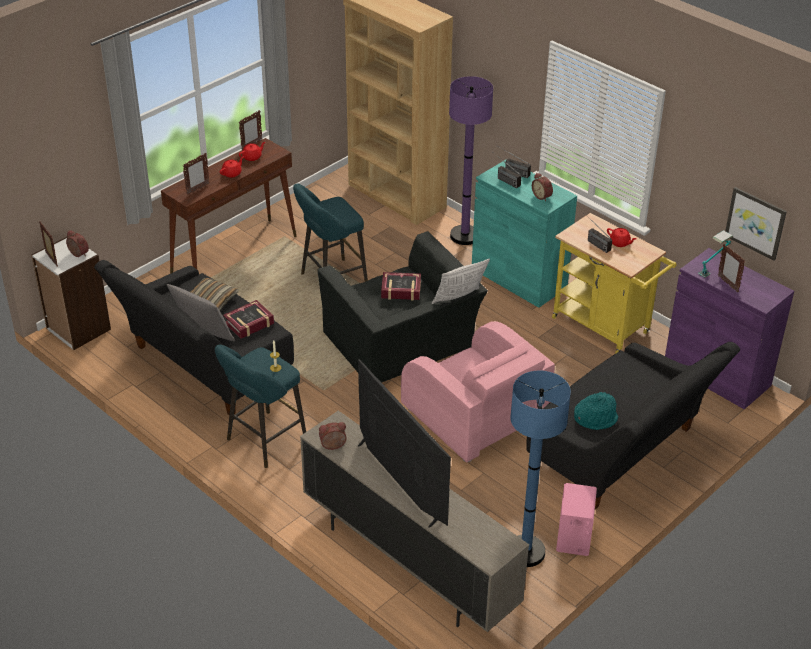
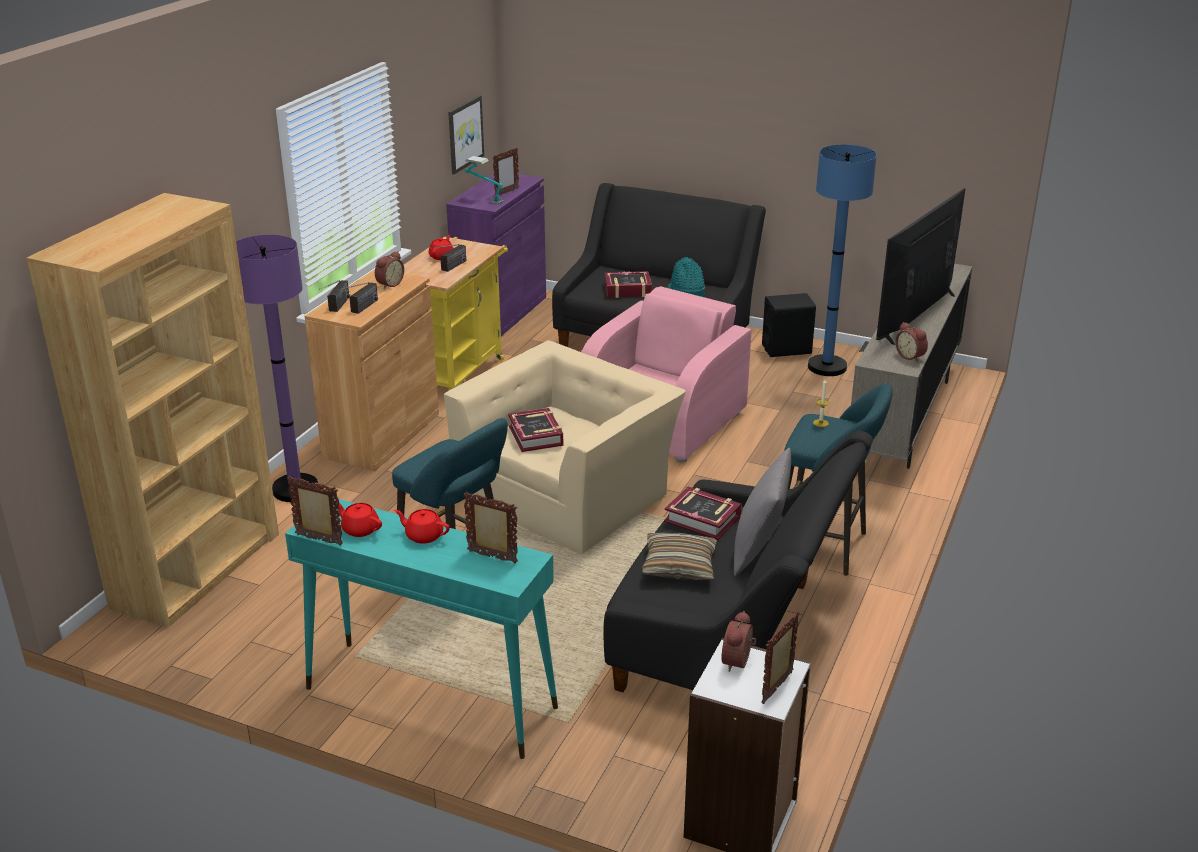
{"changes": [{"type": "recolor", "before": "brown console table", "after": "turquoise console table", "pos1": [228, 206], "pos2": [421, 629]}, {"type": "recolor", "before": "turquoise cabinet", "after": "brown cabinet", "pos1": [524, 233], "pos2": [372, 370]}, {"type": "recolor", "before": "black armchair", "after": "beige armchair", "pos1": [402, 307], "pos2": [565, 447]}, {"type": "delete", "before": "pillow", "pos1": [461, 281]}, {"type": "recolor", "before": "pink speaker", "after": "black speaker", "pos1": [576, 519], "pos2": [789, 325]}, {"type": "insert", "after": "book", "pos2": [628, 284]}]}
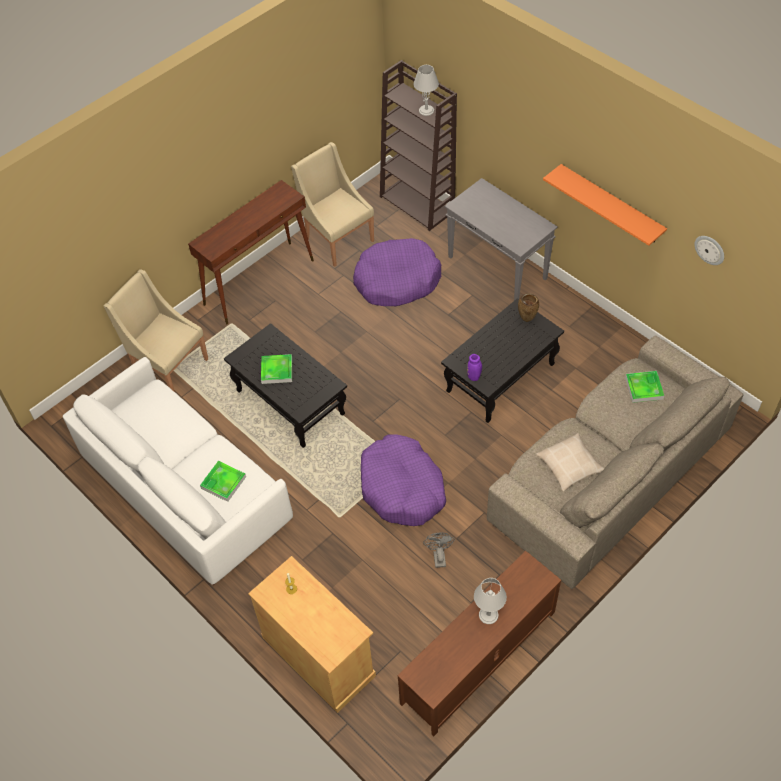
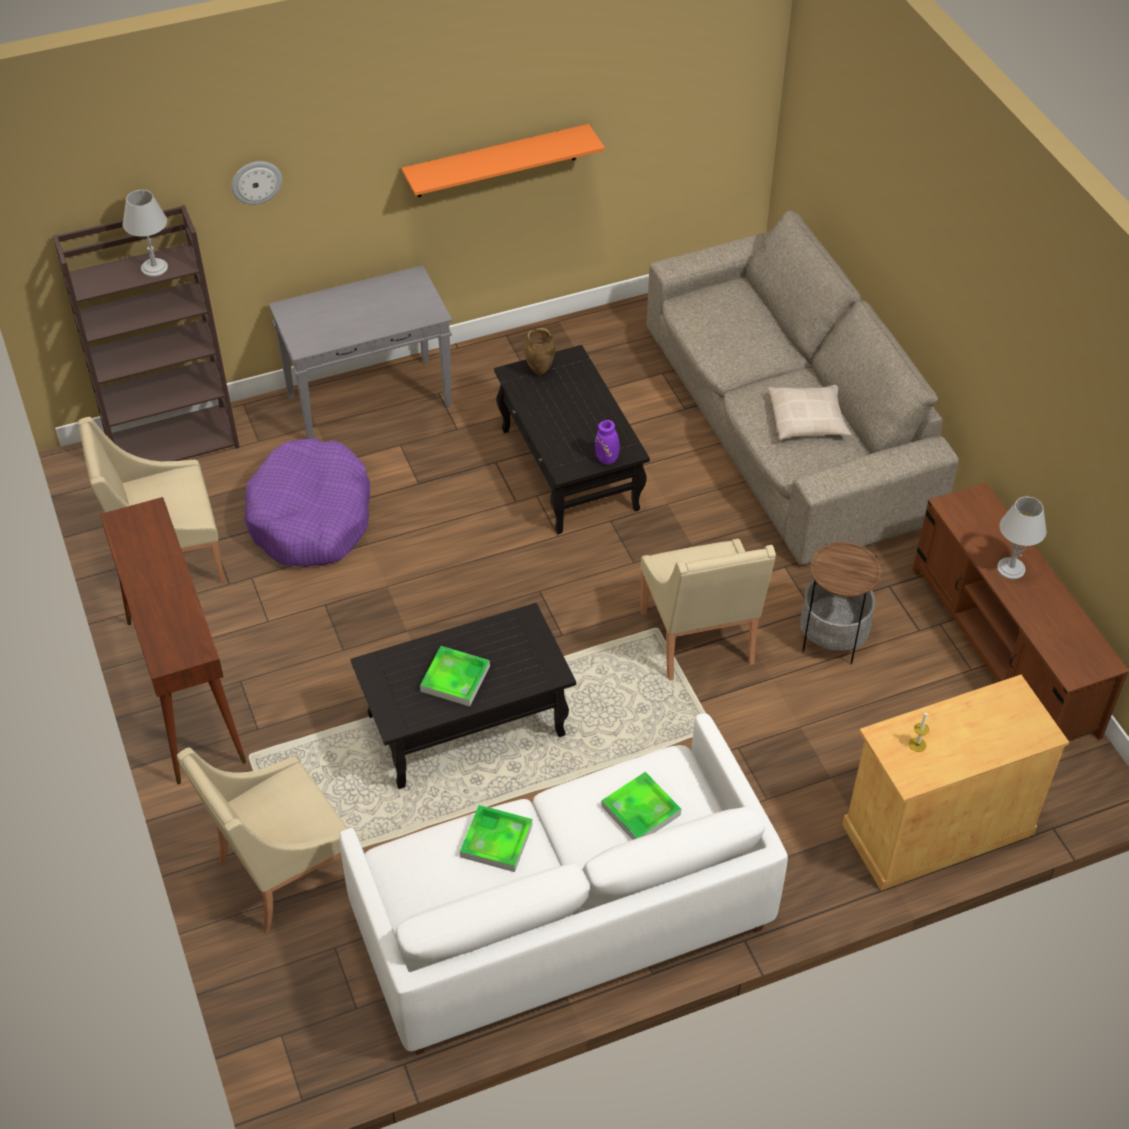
{"changes": [{"type": "move", "before": "wall clock", "pos1": [709, 250], "pos2": [257, 183]}, {"type": "move", "before": "tray", "pos1": [644, 387], "pos2": [496, 838]}, {"type": "replace", "before": "purple dog bed", "after": "beige armchair", "pos1": [403, 480], "pos2": [708, 609]}, {"type": "replace", "before": "grey fan", "after": "side table", "pos1": [439, 550], "pos2": [840, 603]}]}
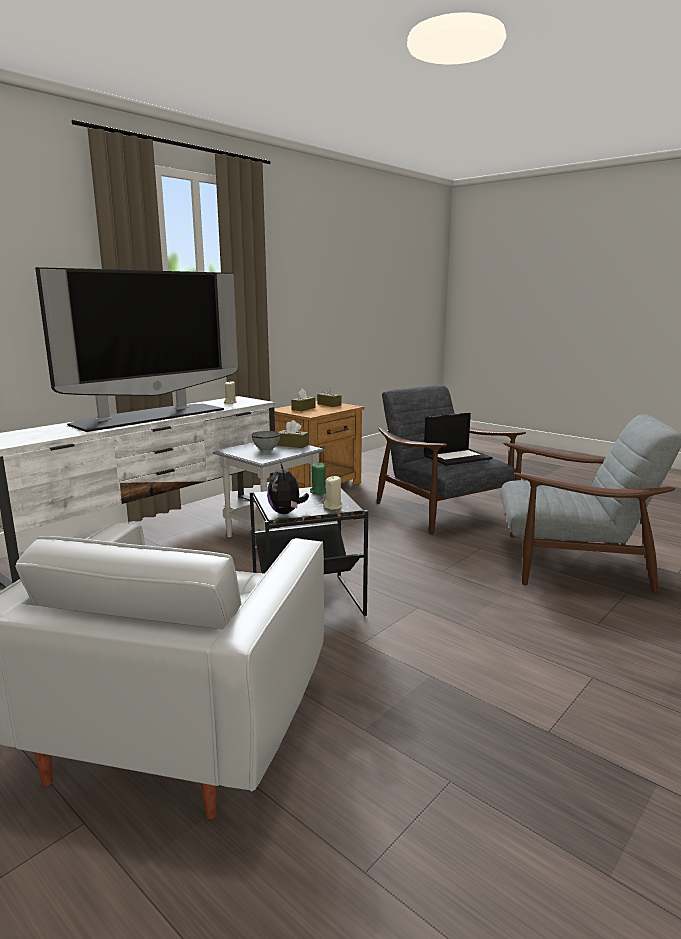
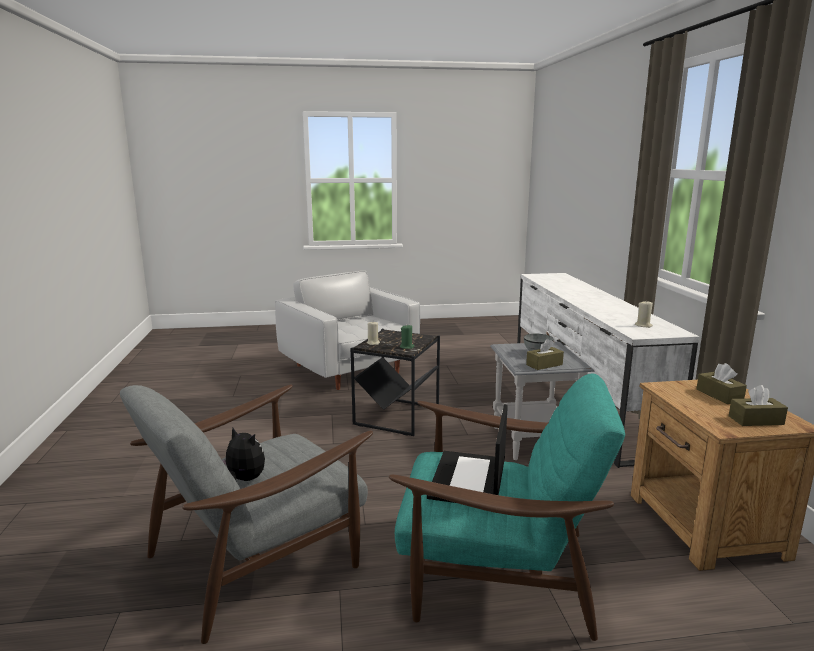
{"changes": [{"type": "delete", "before": "television", "pos1": [136, 349]}, {"type": "recolor", "before": "grey armchair", "after": "turquoise armchair", "pos1": [451, 459], "pos2": [507, 507]}, {"type": "move", "before": "plush toy", "pos1": [288, 488], "pos2": [243, 454]}]}
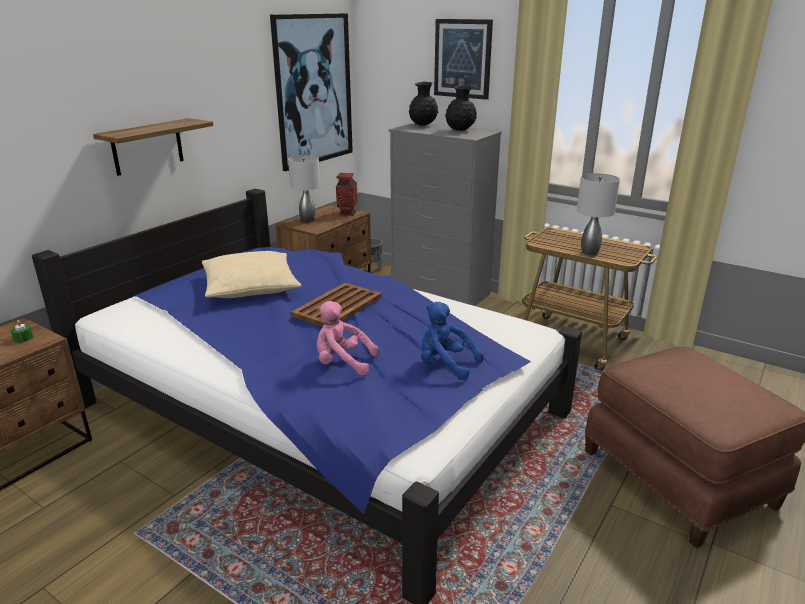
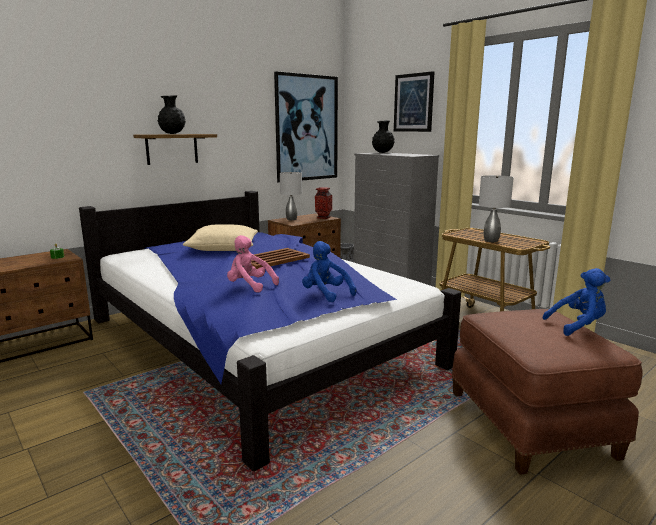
{"changes": [{"type": "move", "before": "black vase", "pos1": [461, 108], "pos2": [172, 114]}, {"type": "insert", "after": "blue plush toy", "pos2": [576, 302]}]}
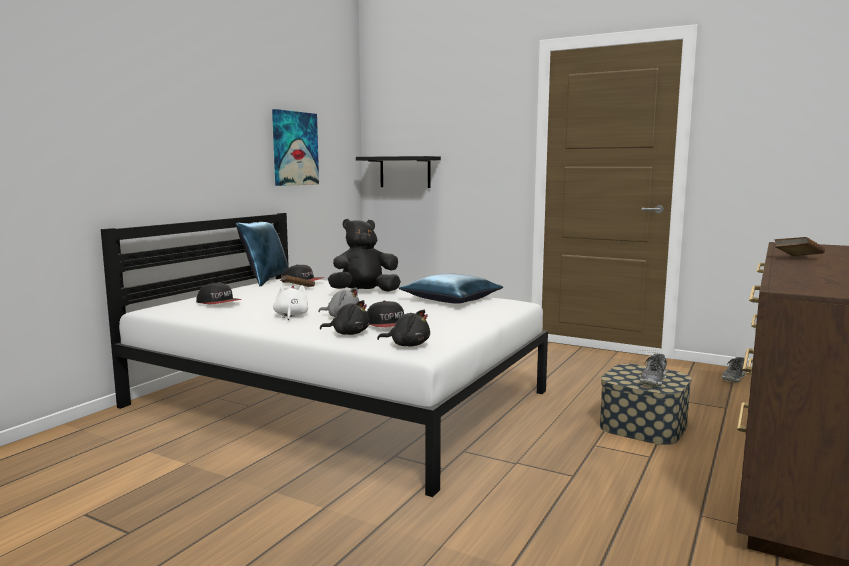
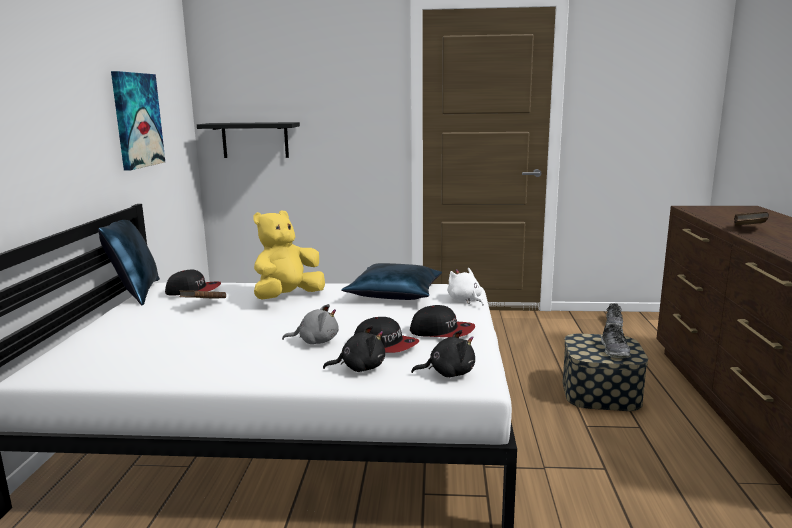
{"changes": [{"type": "recolor", "before": "black plush toy", "after": "yellow plush toy", "pos1": [364, 255], "pos2": [289, 255]}, {"type": "move", "before": "cap", "pos1": [219, 293], "pos2": [442, 321]}, {"type": "move", "before": "white plush toy", "pos1": [290, 302], "pos2": [465, 287]}]}
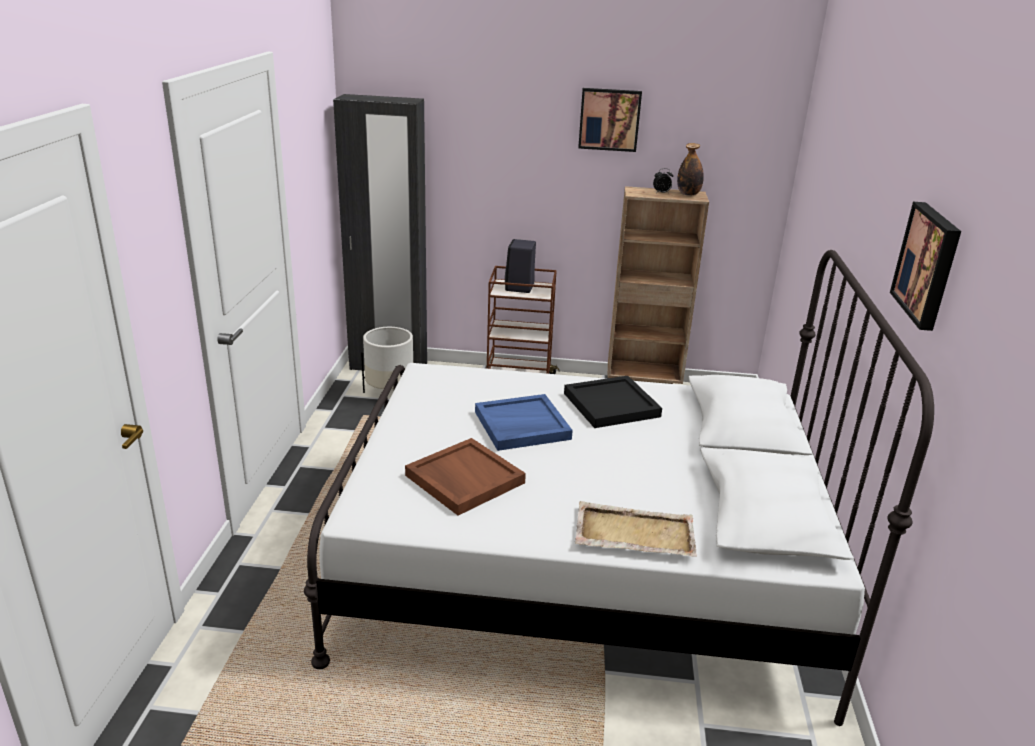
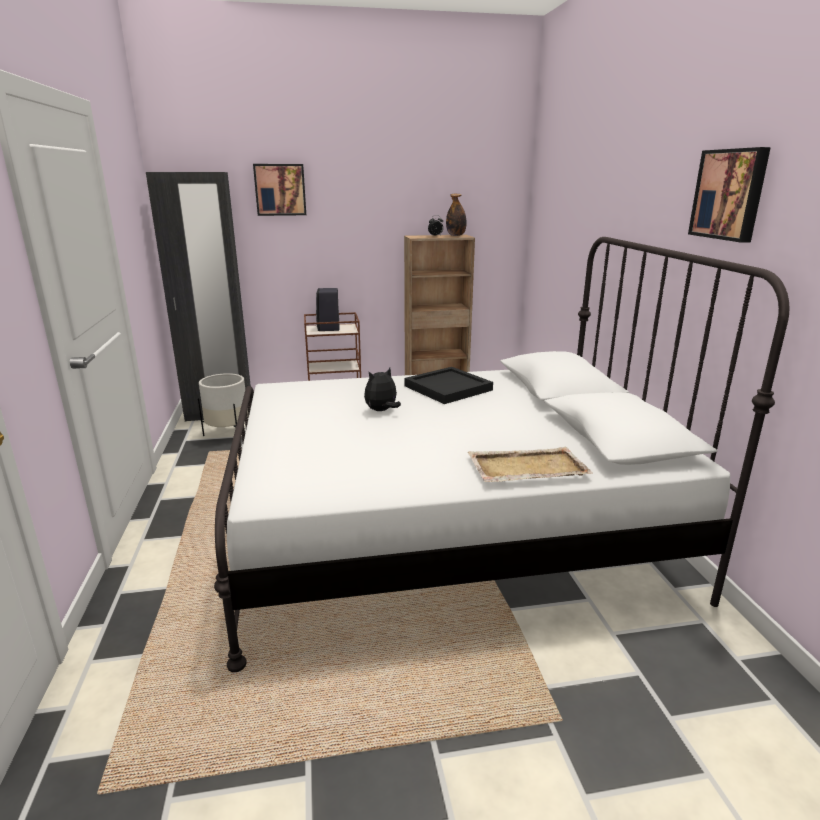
{"changes": [{"type": "move", "before": "picture", "pos1": [610, 120], "pos2": [279, 190]}, {"type": "replace", "before": "blue tray", "after": "plush toy", "pos1": [524, 422], "pos2": [382, 389]}, {"type": "delete", "before": "brown tray", "pos1": [465, 476]}]}
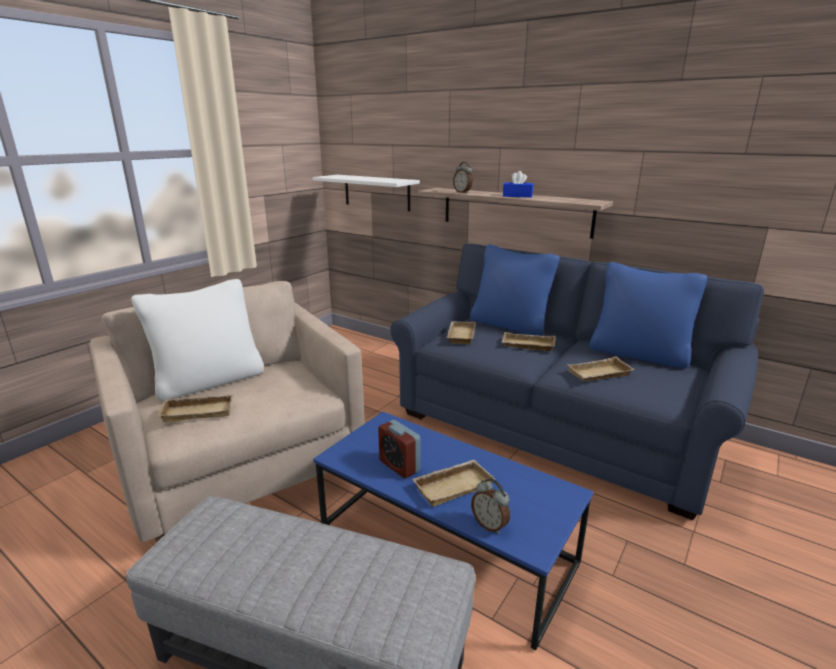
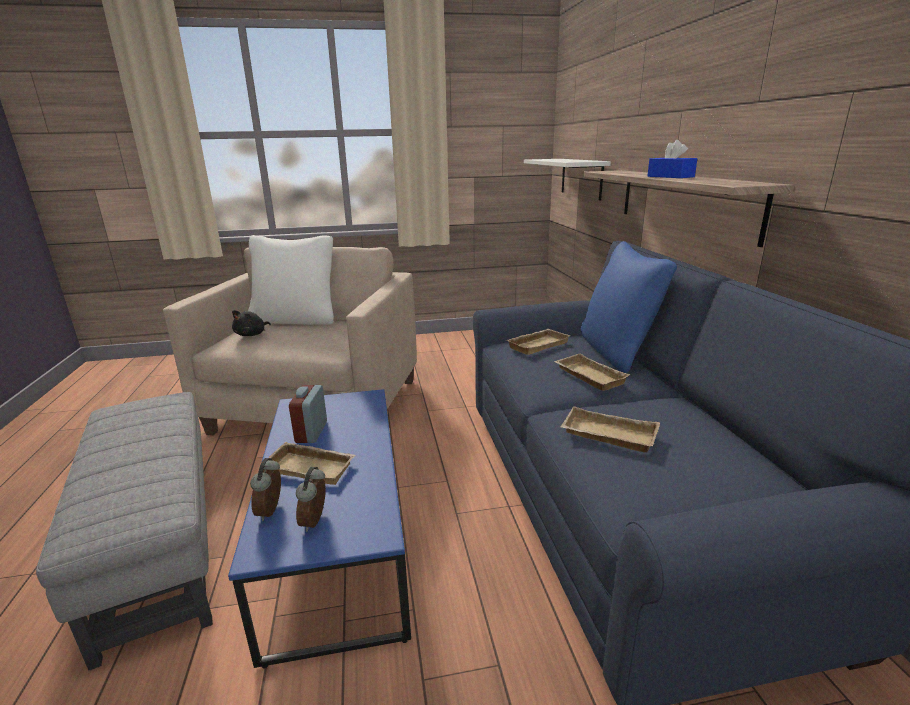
{"changes": [{"type": "move", "before": "alarm clock", "pos1": [463, 177], "pos2": [311, 499]}, {"type": "delete", "before": "blue pillow", "pos1": [648, 315]}, {"type": "replace", "before": "beige tray", "after": "black plush toy", "pos1": [195, 408], "pos2": [251, 323]}]}
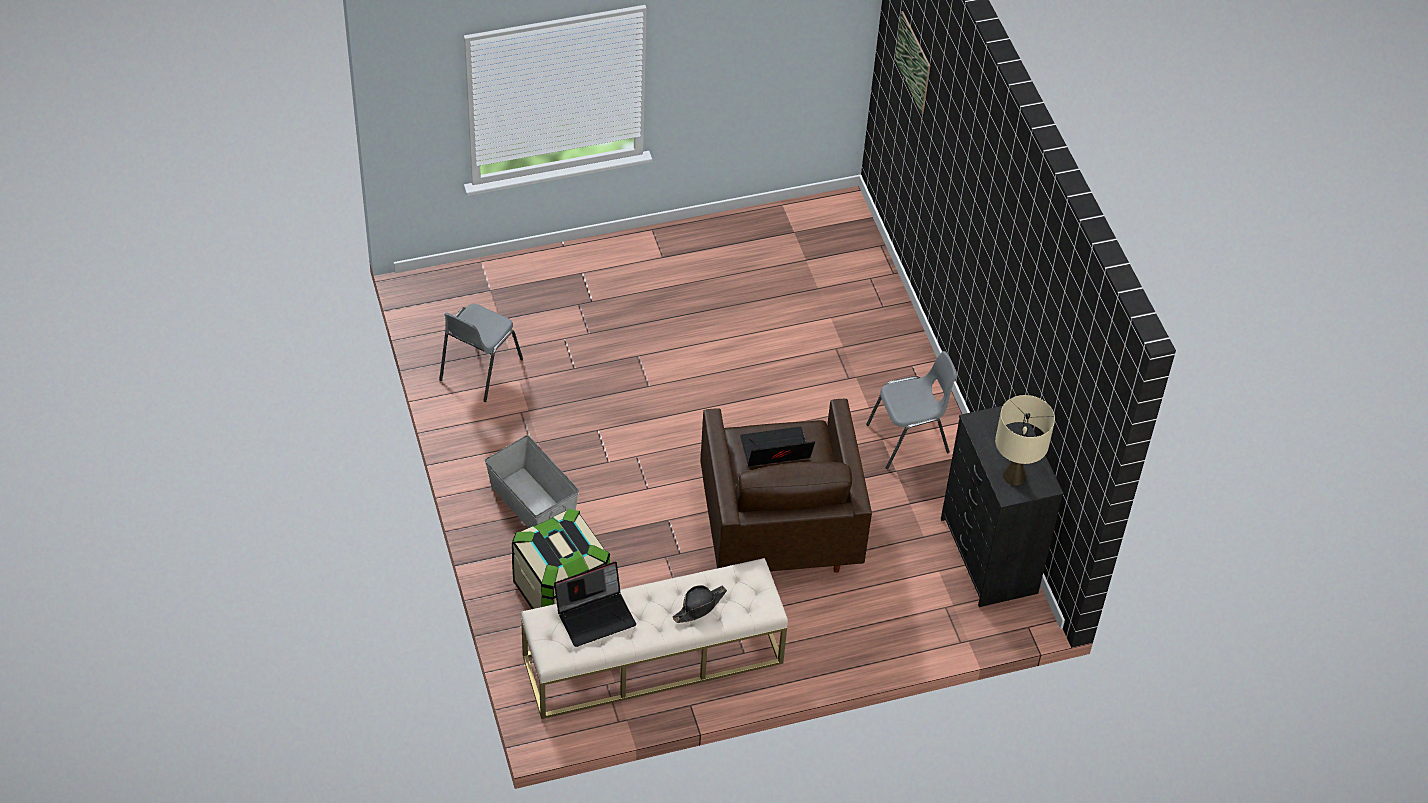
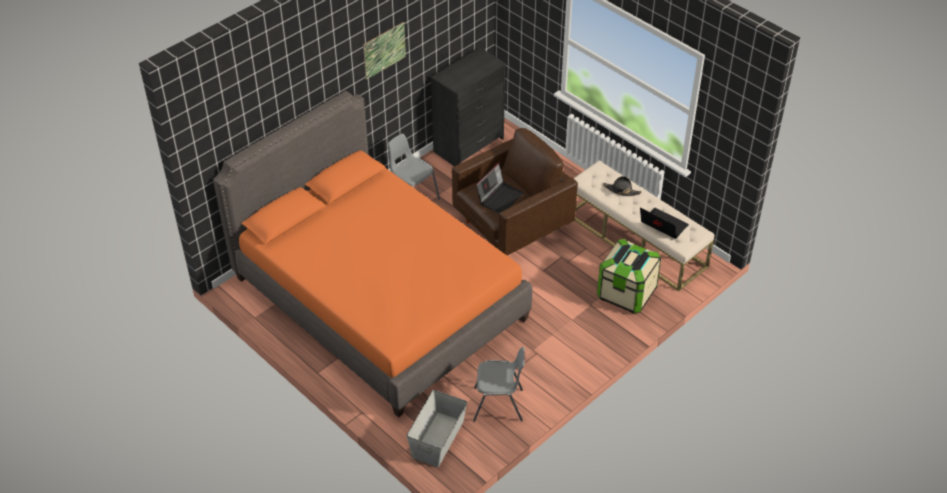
{"changes": [{"type": "move", "before": "picture", "pos1": [912, 62], "pos2": [384, 51]}, {"type": "delete", "before": "beige table lamp", "pos1": [1025, 440]}, {"type": "rotate", "before": "laptop", "pos1": [777, 446], "pos2": [500, 188], "turn": -105}, {"type": "move", "before": "grey storage box", "pos1": [532, 481], "pos2": [437, 429]}, {"type": "insert", "after": "orange bed", "pos2": [372, 254]}]}
